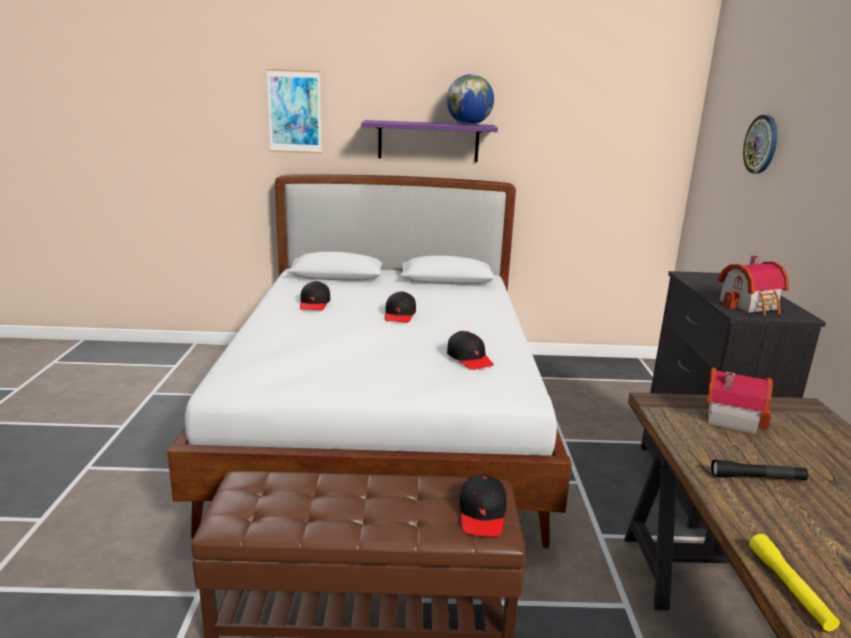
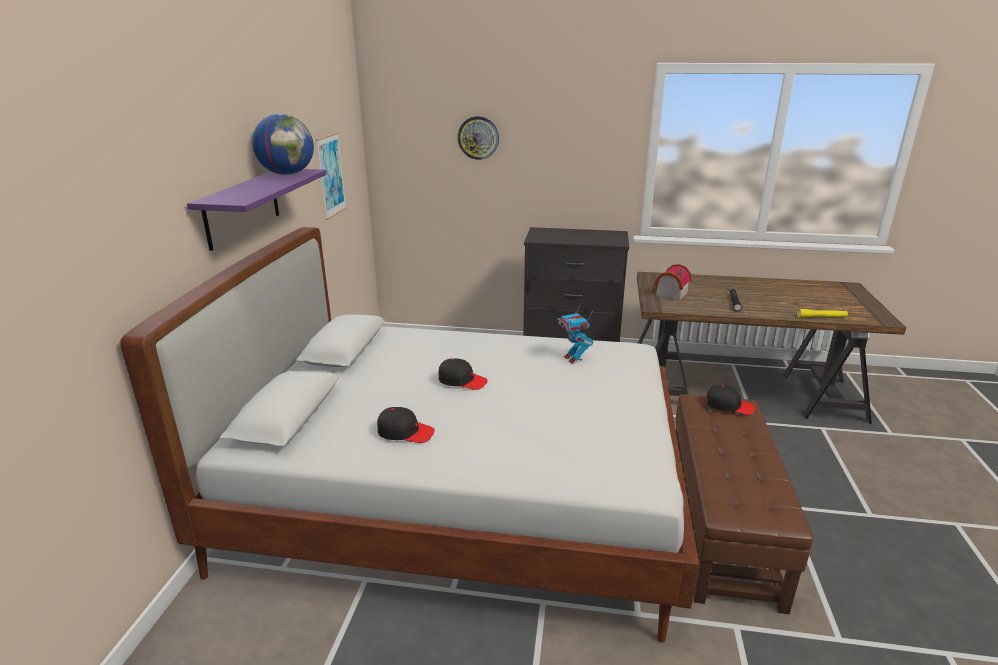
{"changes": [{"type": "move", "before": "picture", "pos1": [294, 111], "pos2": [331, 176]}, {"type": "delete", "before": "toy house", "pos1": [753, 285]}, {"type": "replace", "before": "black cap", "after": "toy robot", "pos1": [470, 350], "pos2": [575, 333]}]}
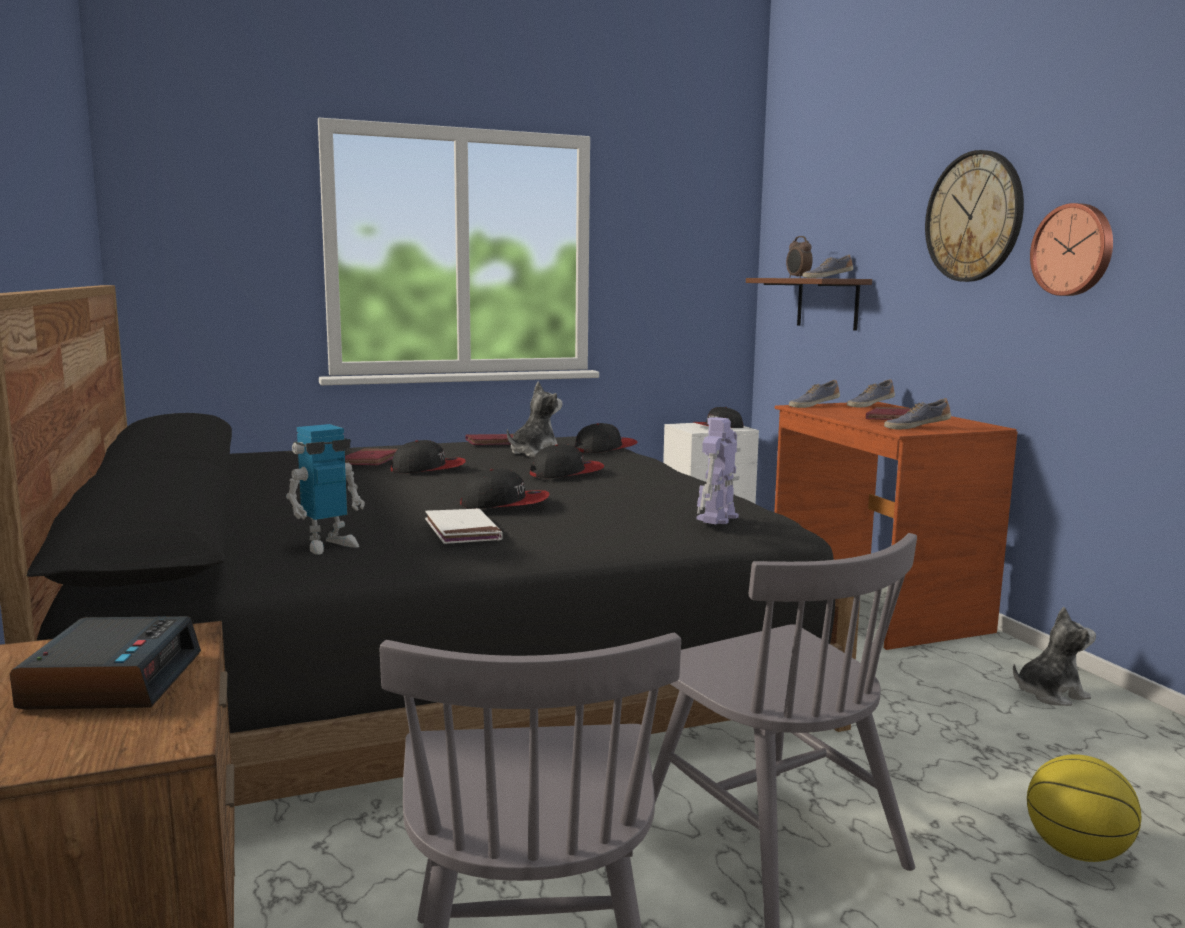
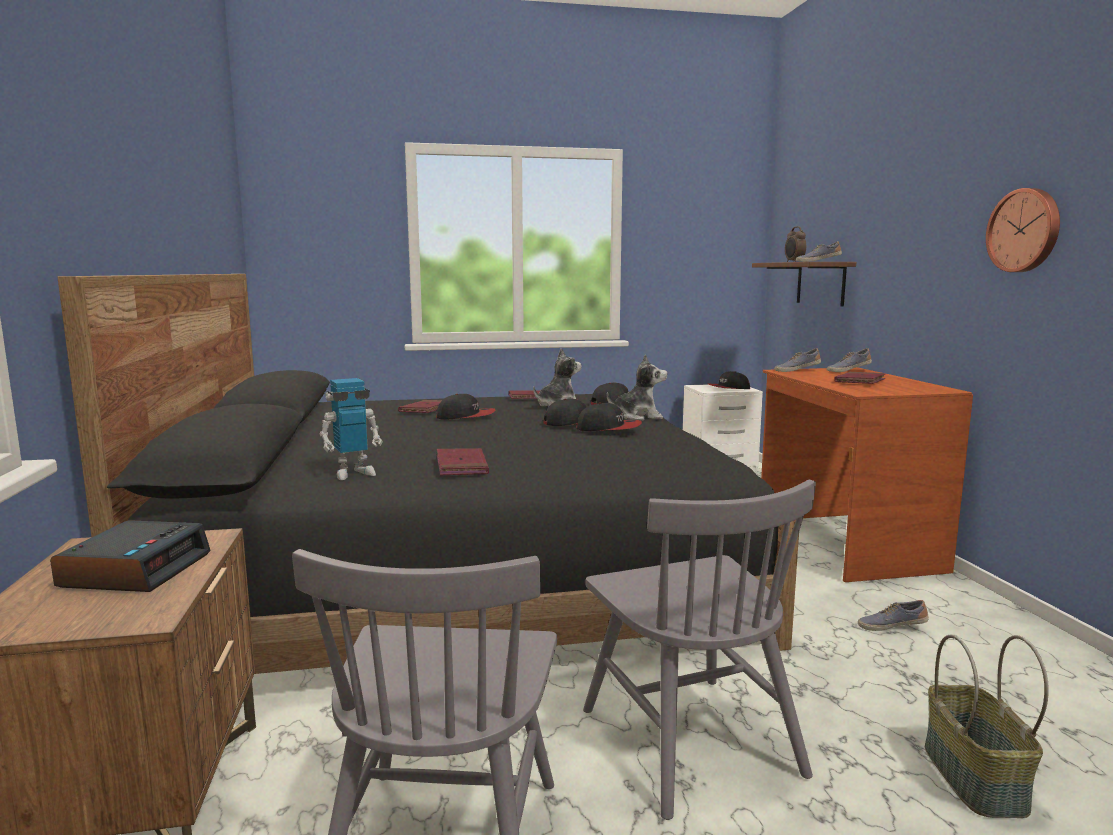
{"changes": [{"type": "delete", "before": "wall clock", "pos1": [974, 216]}, {"type": "move", "before": "shoe", "pos1": [917, 413], "pos2": [893, 615]}, {"type": "delete", "before": "toy robot", "pos1": [718, 470]}, {"type": "move", "before": "cap", "pos1": [505, 489], "pos2": [609, 417]}, {"type": "recolor", "before": "white book", "after": "red book", "pos1": [464, 526], "pos2": [463, 461]}, {"type": "move", "before": "plush toy", "pos1": [1054, 656], "pos2": [637, 387]}, {"type": "replace", "before": "basketball", "after": "basket", "pos1": [1084, 808], "pos2": [987, 726]}]}
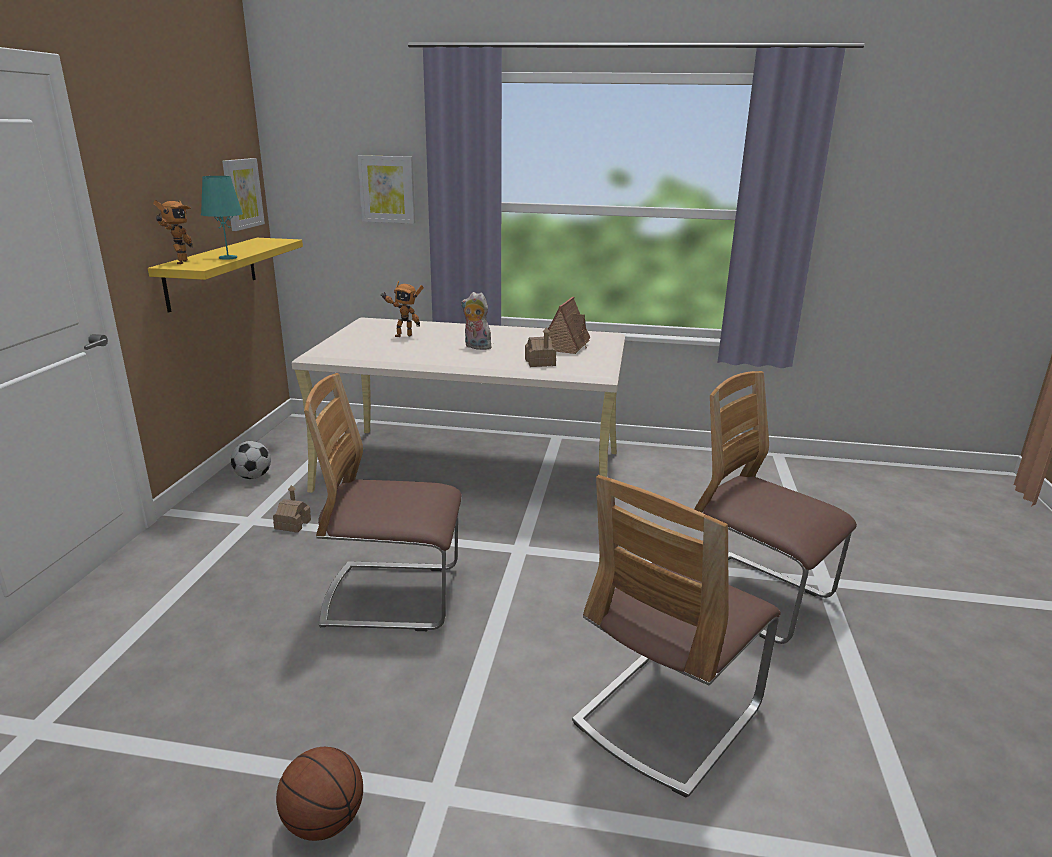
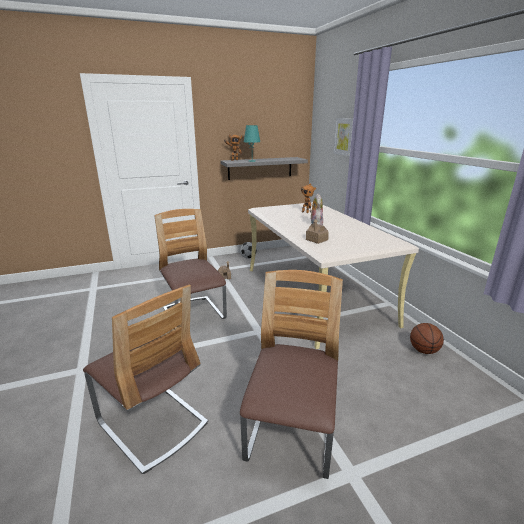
{"changes": [{"type": "delete", "before": "picture", "pos1": [243, 194]}, {"type": "recolor", "before": "yellow shelf", "after": "grey shelf", "pos1": [225, 275], "pos2": [264, 168]}, {"type": "delete", "before": "toy house", "pos1": [569, 325]}, {"type": "rotate", "before": "chair", "pos1": [676, 636], "pos2": [145, 379], "turn": -150}, {"type": "move", "before": "basketball", "pos1": [319, 794], "pos2": [427, 338]}]}
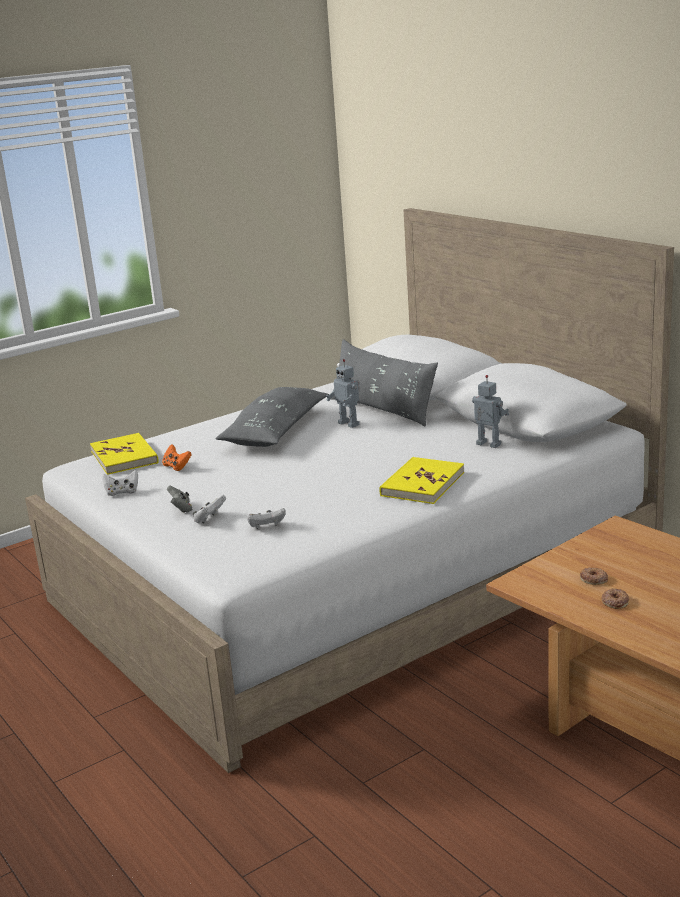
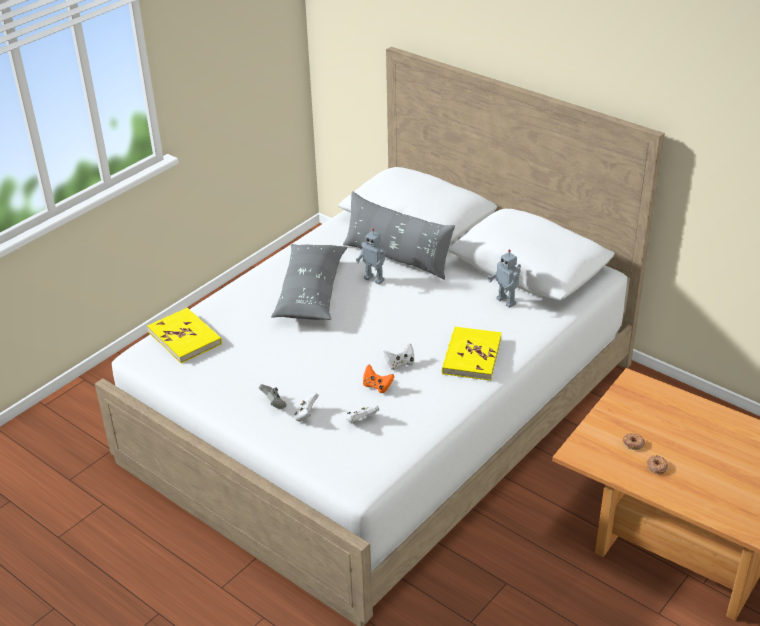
{"changes": [{"type": "rotate", "before": "toy robot", "pos1": [490, 411], "pos2": [504, 279], "turn": -150}, {"type": "move", "before": "orange game controller", "pos1": [177, 458], "pos2": [378, 379]}, {"type": "move", "before": "white game controller", "pos1": [120, 483], "pos2": [398, 357]}]}
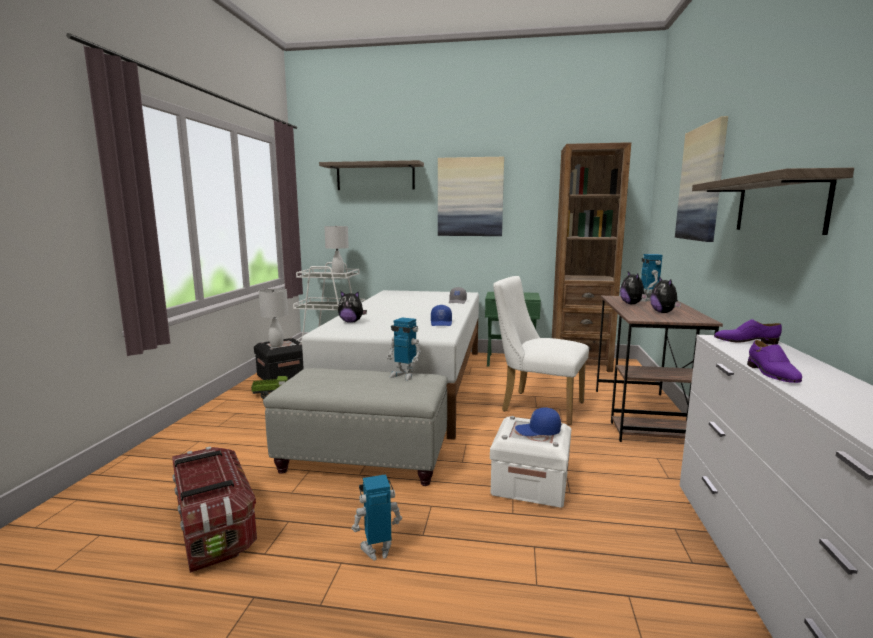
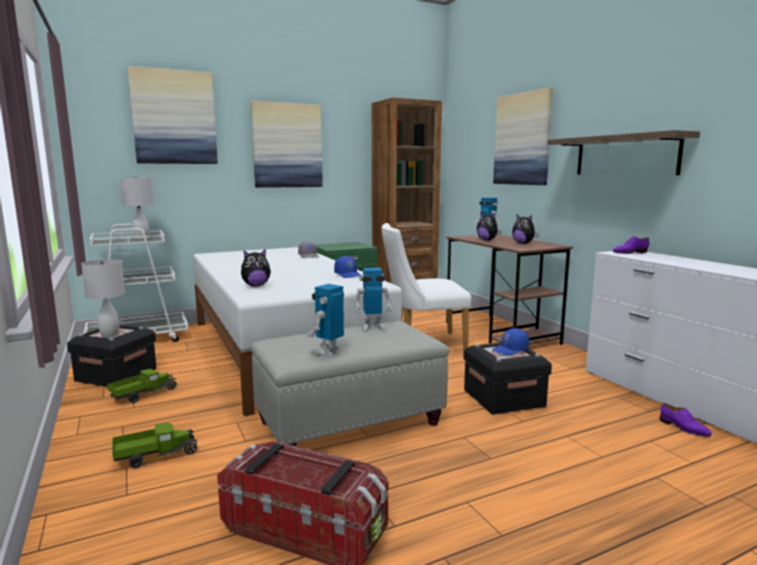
{"changes": [{"type": "replace", "before": "shelf", "after": "picture", "pos1": [371, 175], "pos2": [173, 115]}, {"type": "move", "before": "purple shoe", "pos1": [774, 361], "pos2": [686, 420]}, {"type": "recolor", "before": "white storage box", "after": "black storage box", "pos1": [530, 462], "pos2": [507, 378]}, {"type": "move", "before": "toy robot", "pos1": [376, 517], "pos2": [326, 320]}, {"type": "insert", "after": "toy truck", "pos2": [155, 446]}]}
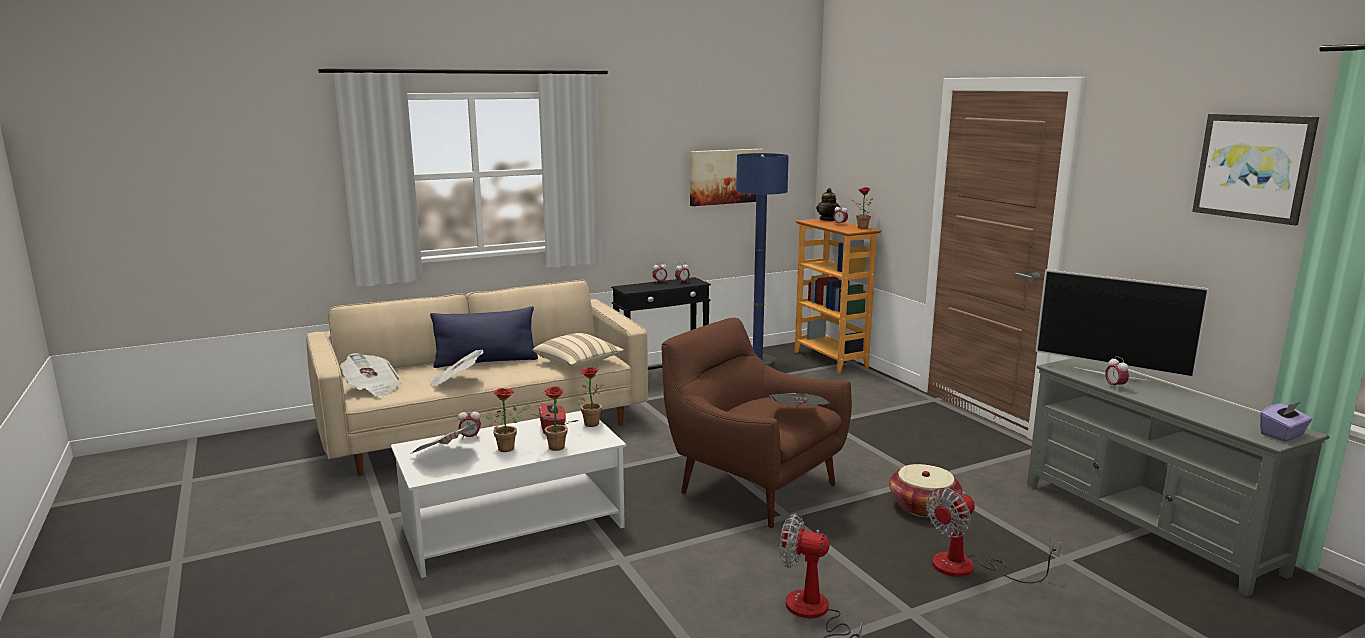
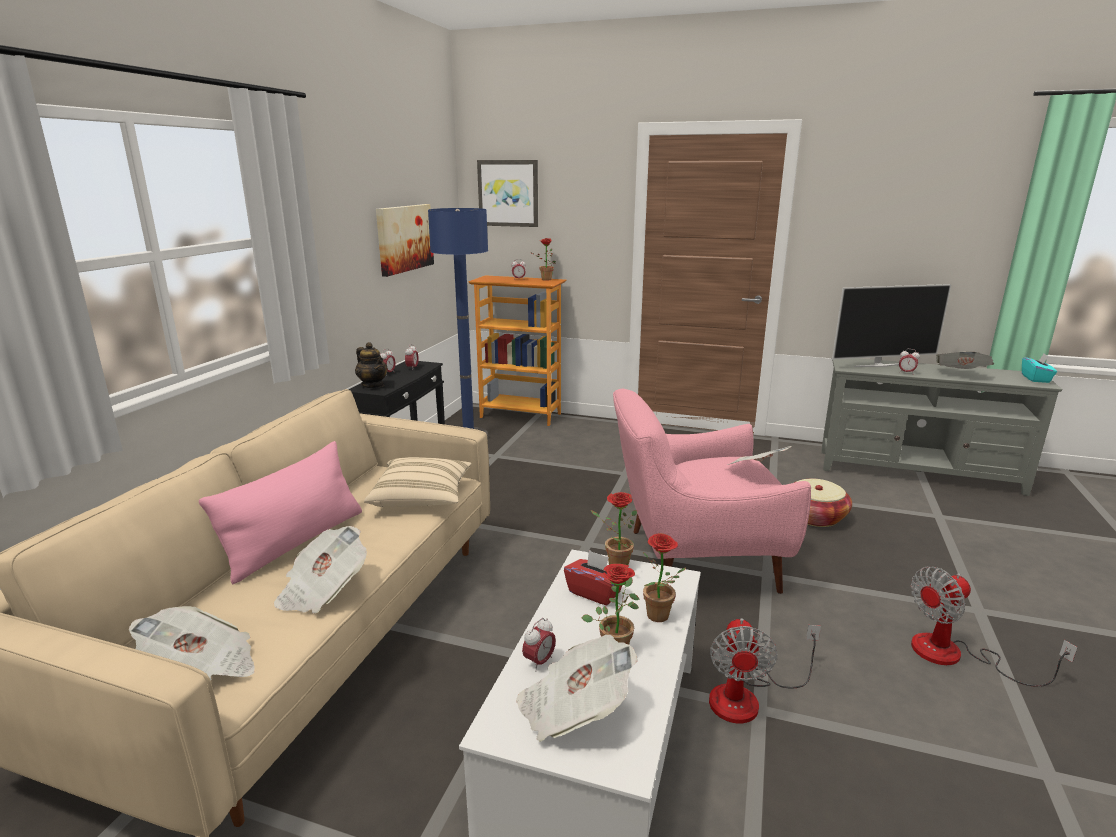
{"changes": [{"type": "move", "before": "picture", "pos1": [1255, 169], "pos2": [507, 193]}, {"type": "move", "before": "teapot", "pos1": [828, 204], "pos2": [371, 365]}, {"type": "recolor", "before": "blue pillow", "after": "pink pillow", "pos1": [484, 337], "pos2": [280, 512]}, {"type": "recolor", "before": "brown armchair", "after": "pink armchair", "pos1": [757, 423], "pos2": [712, 491]}, {"type": "recolor", "before": "purple tissue box", "after": "turquoise tissue box", "pos1": [1286, 422], "pos2": [1039, 368]}, {"type": "move", "before": "fan", "pos1": [993, 535], "pos2": [765, 671]}, {"type": "insert", "after": "newspaper", "pos2": [965, 360]}]}
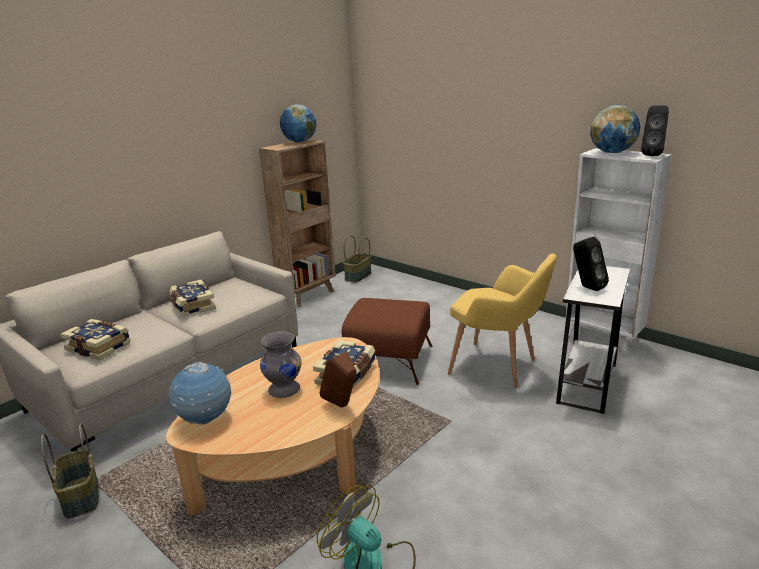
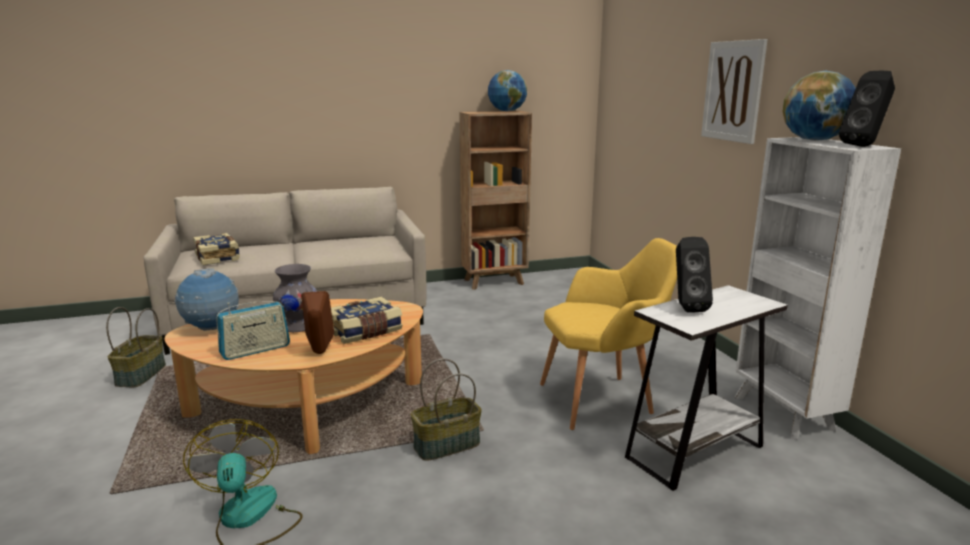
{"changes": [{"type": "move", "before": "basket", "pos1": [357, 259], "pos2": [446, 410]}, {"type": "rotate", "before": "yellow armchair", "pos1": [502, 320], "pos2": [608, 334], "turn": -75}, {"type": "delete", "before": "book", "pos1": [192, 298]}, {"type": "delete", "before": "brown ottoman", "pos1": [387, 341]}, {"type": "insert", "after": "picture", "pos2": [734, 91]}, {"type": "insert", "after": "radio", "pos2": [253, 330]}]}
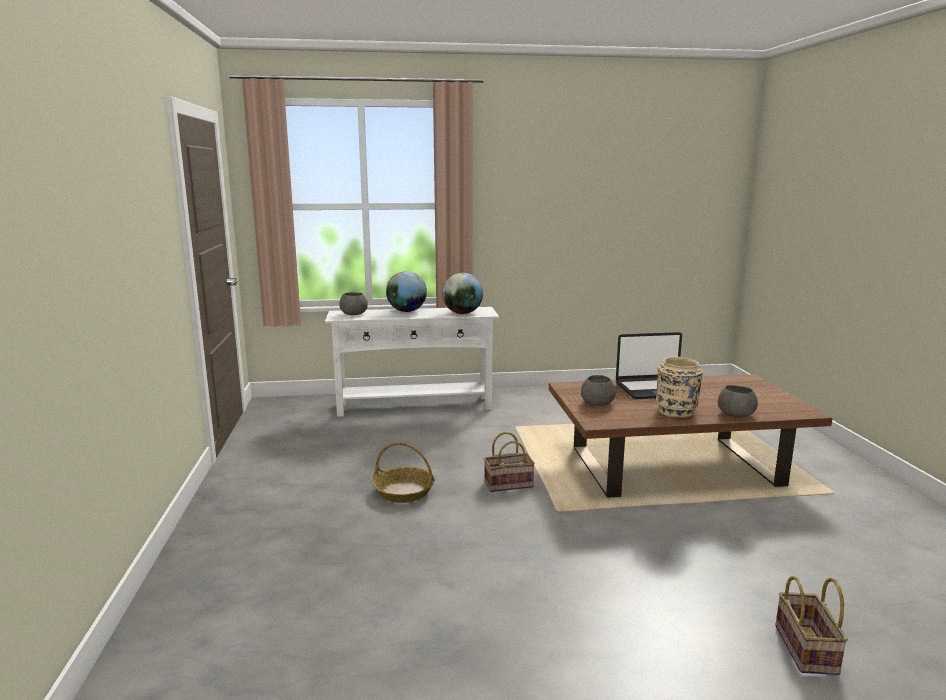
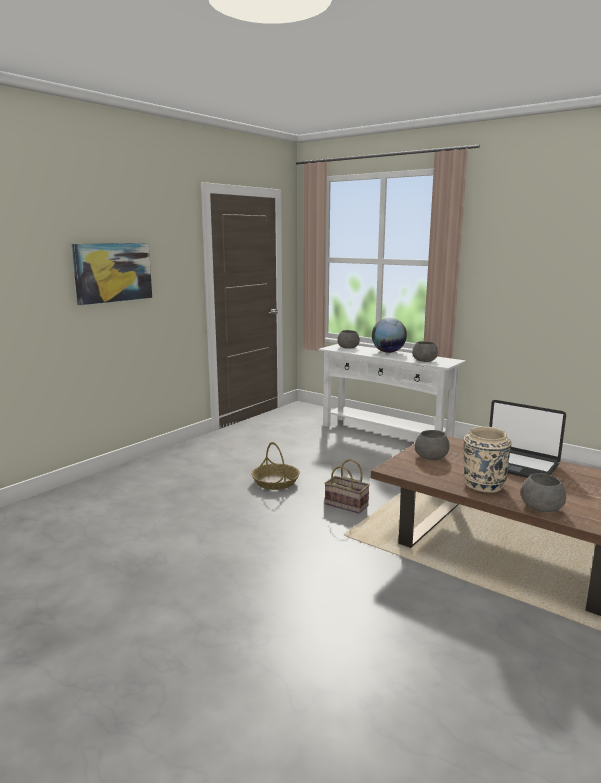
{"changes": [{"type": "replace", "before": "globe", "after": "grey bowl", "pos1": [462, 293], "pos2": [425, 351]}, {"type": "delete", "before": "basket", "pos1": [811, 625]}, {"type": "insert", "after": "picture", "pos2": [111, 274]}]}
